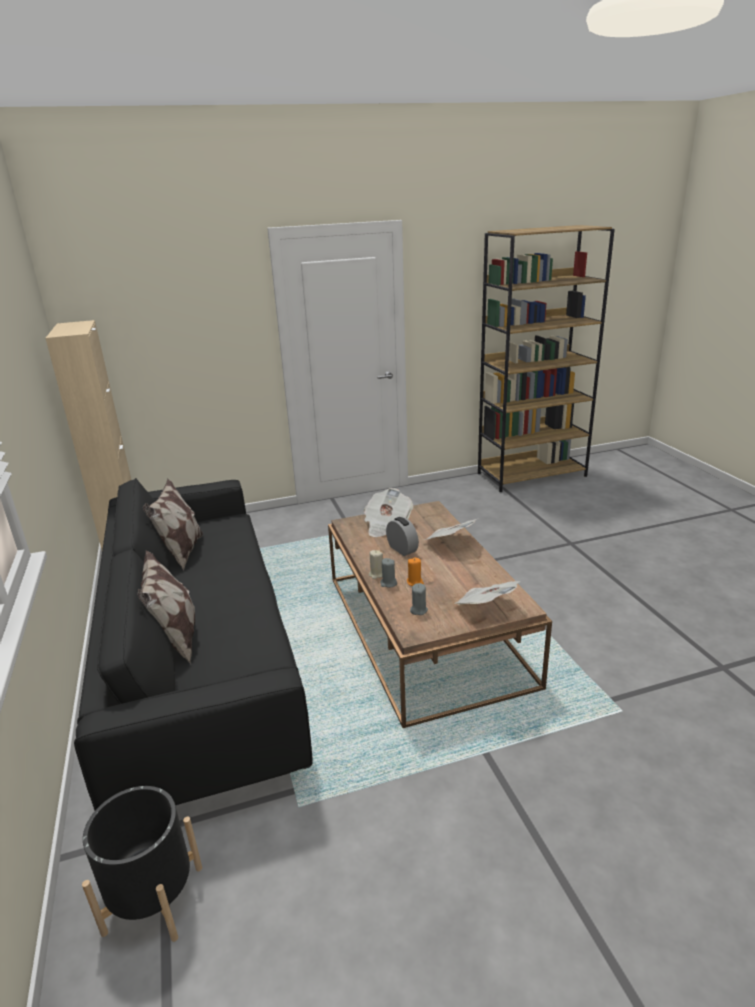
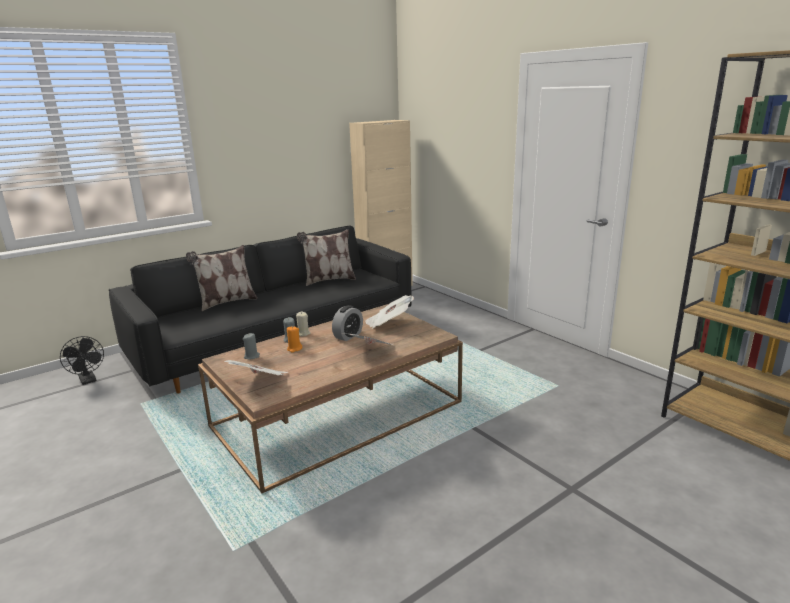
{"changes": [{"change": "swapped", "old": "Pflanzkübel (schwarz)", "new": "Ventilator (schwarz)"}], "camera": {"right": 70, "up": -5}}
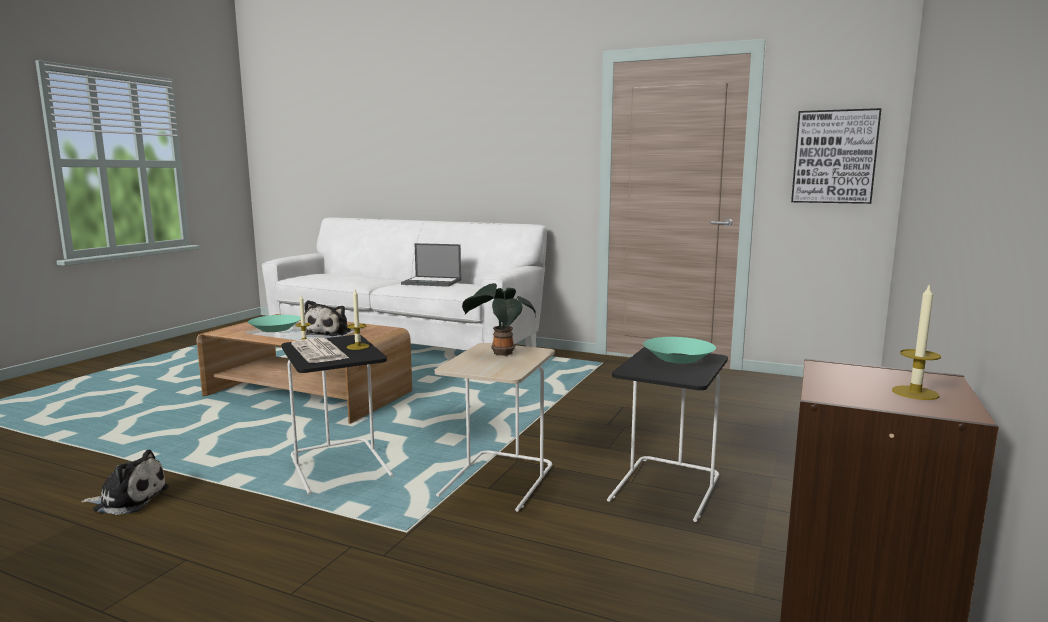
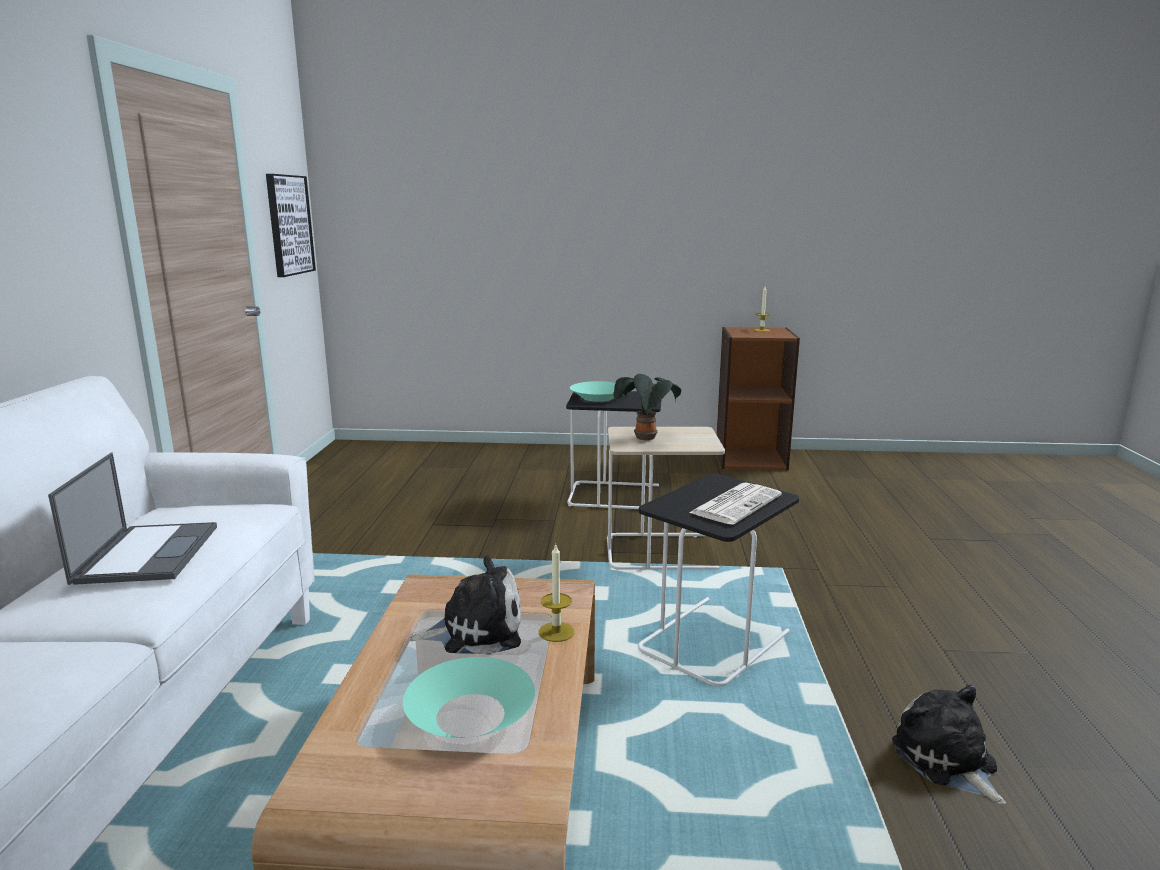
{"changes": [{"change": "gone", "old": "Kerze (no. 2 from left)"}], "camera": {"right": -110, "up": 5}}
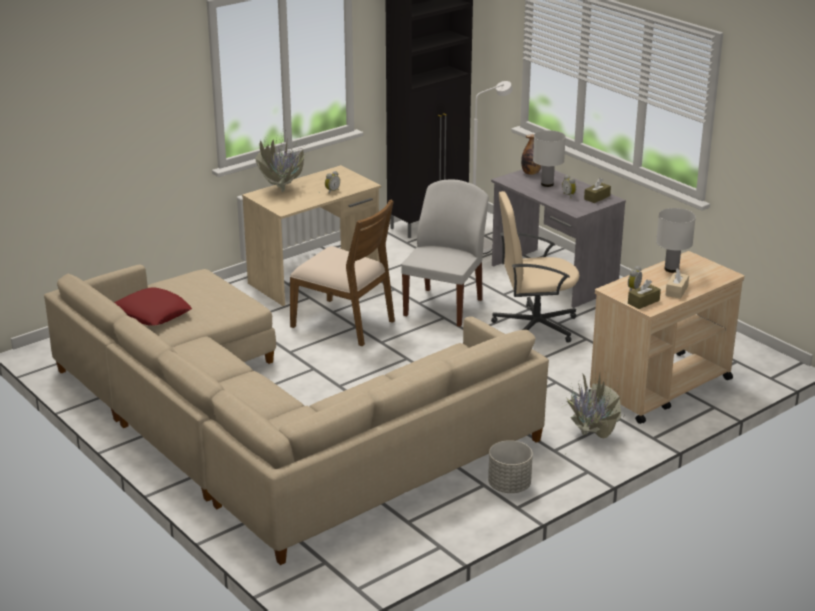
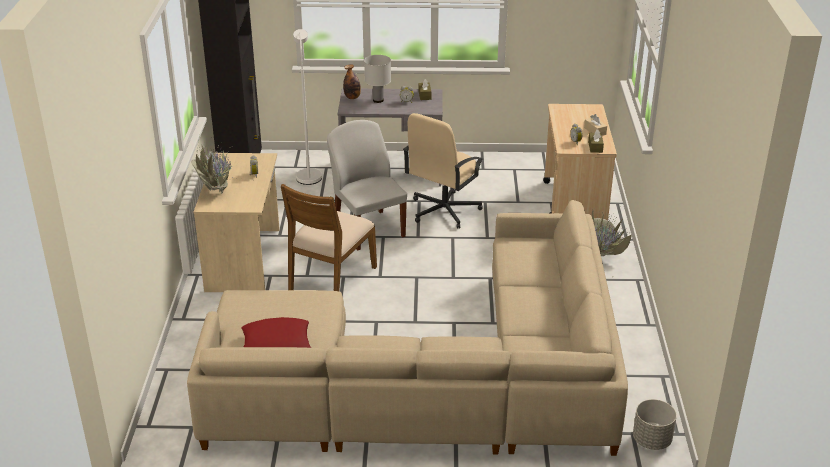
{"changes": [{"change": "rotated", "old": "Stuhl (braun)", "degrees": 135}, {"change": "shifted", "old": "Pflanzkübel (grau)"}, {"change": "gone", "old": "Tischlampe (weiß) (no. 2 from left)"}], "camera": {"right": -50, "up": 5}}
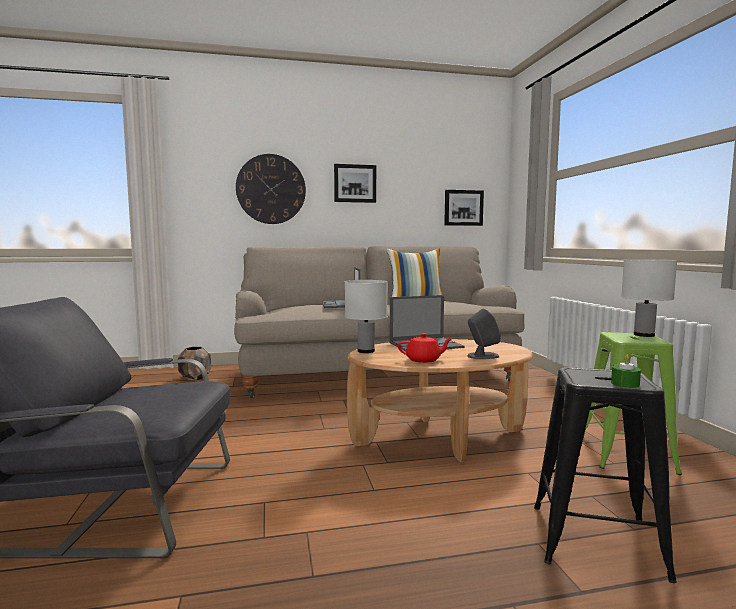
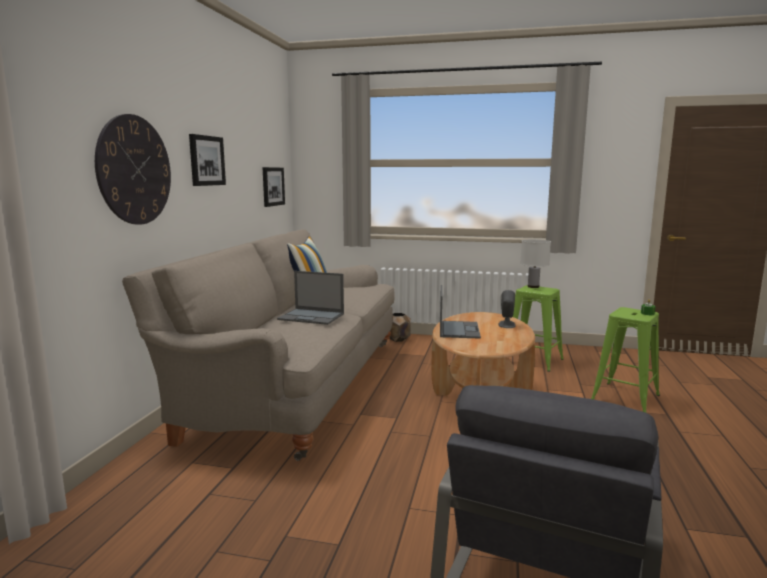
{"changes": [{"change": "shifted", "old": "Pflanzkübel (braun)"}, {"change": "repainted", "old": "Hocker (schwarz)", "new": "Hocker (grün) (no. 2 from left)"}, {"change": "gone", "old": "Tischlampe (weiß) (no. 1 from left)"}, {"change": "gone", "old": "Teekanne (rot)"}], "camera": {"right": -65, "up": 5}}
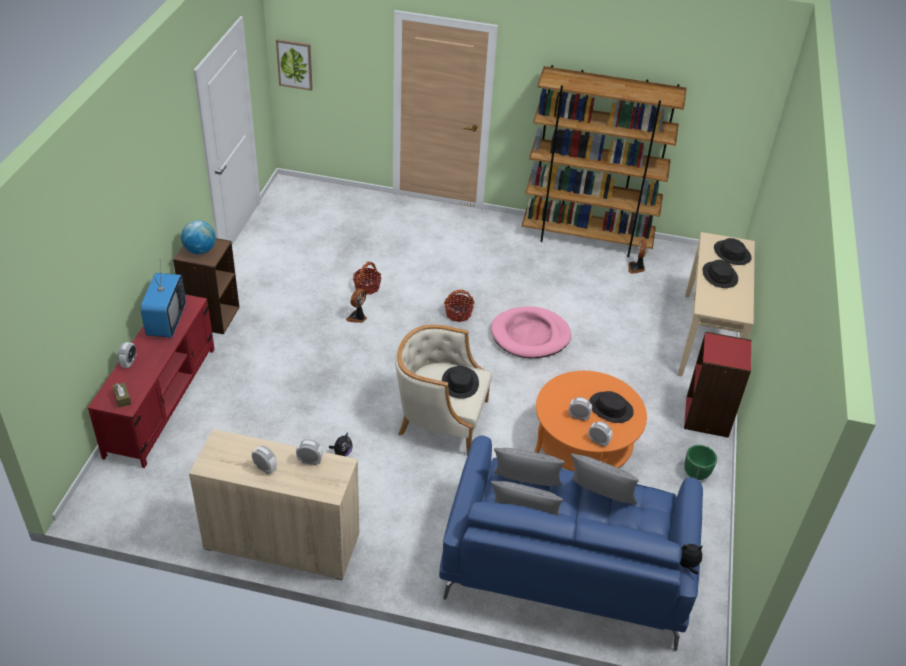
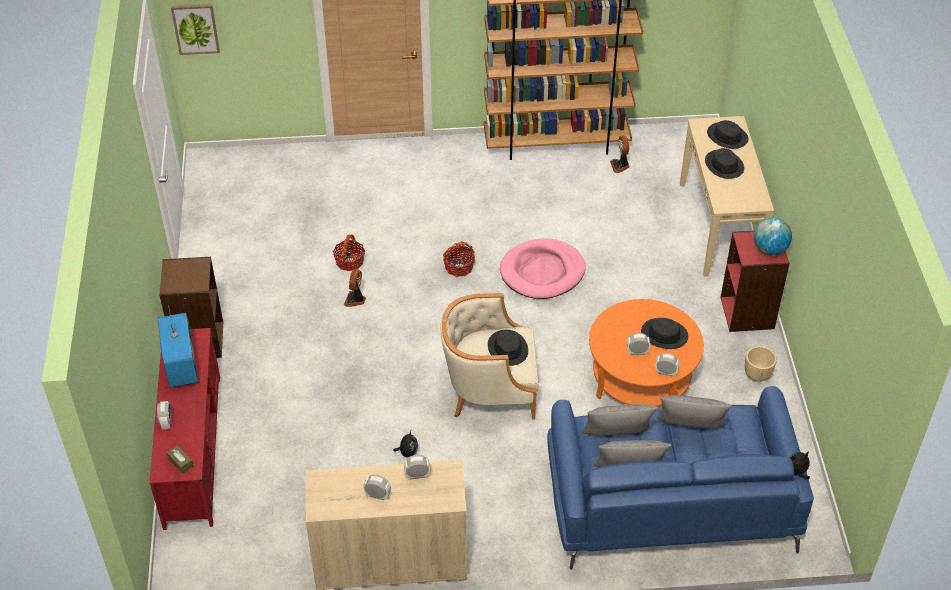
{"changes": [{"change": "repainted", "old": "Pflanzkübel (grün)", "new": "Pflanzkübel (beige)"}, {"change": "shifted", "old": "Globus"}], "camera": {"right": -15, "up": 5}}
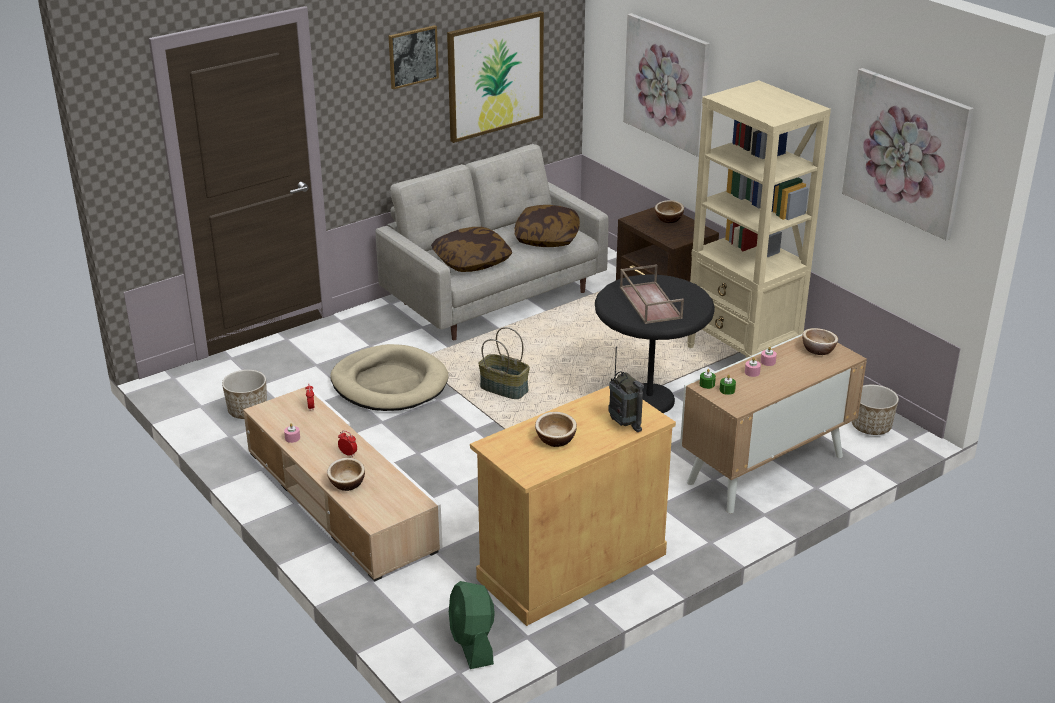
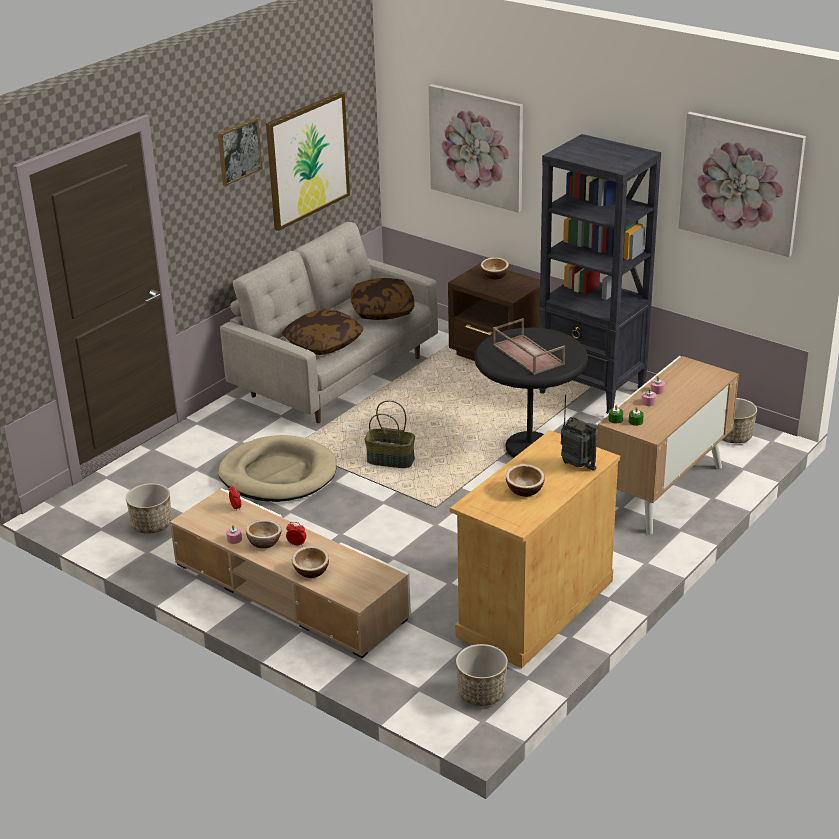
{"changes": [{"change": "shifted", "old": "Schüssel (no. 4 from left in the first image)", "new": "Schüssel (no. 1 from left)"}, {"change": "swapped", "old": "Ventilator (grün)", "new": "Pflanzkübel (no. 2 from left)"}, {"change": "repainted", "old": "Bücherregal (beige)", "new": "Bücherregal (schwarz)"}], "camera": {"right": -15, "up": 0}}
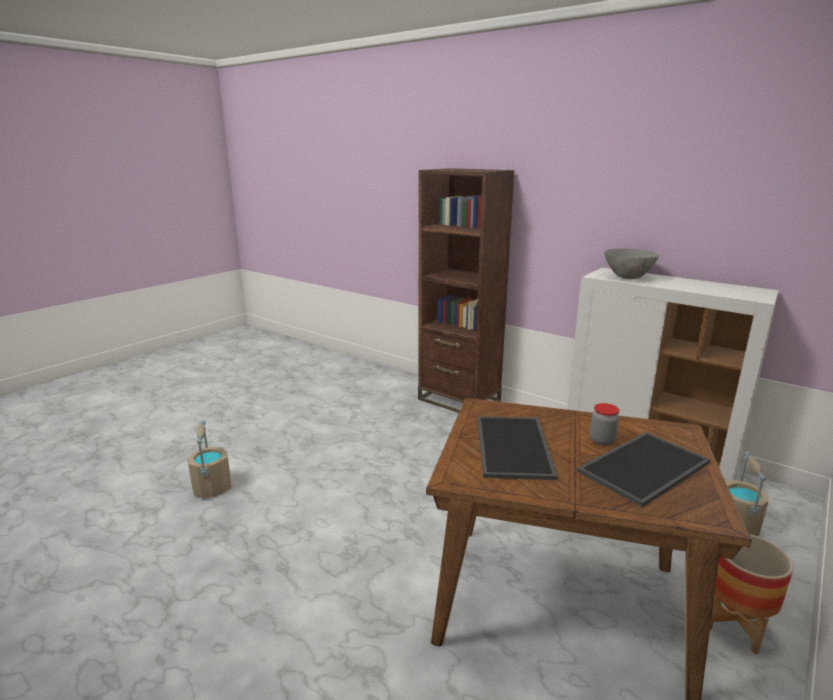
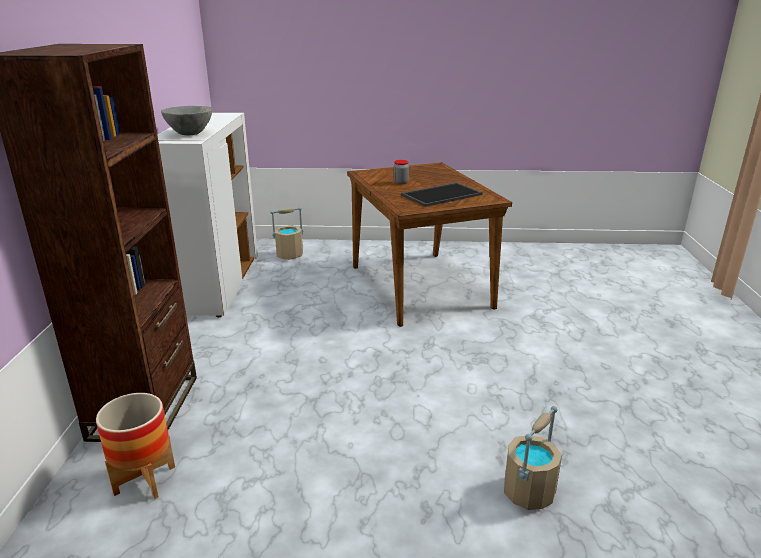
{"changes": [{"change": "shifted", "old": "Pflanzkübel"}, {"change": "gone", "old": "Tablett (no. 2 from left)"}], "camera": {"right": -125, "up": 5}}
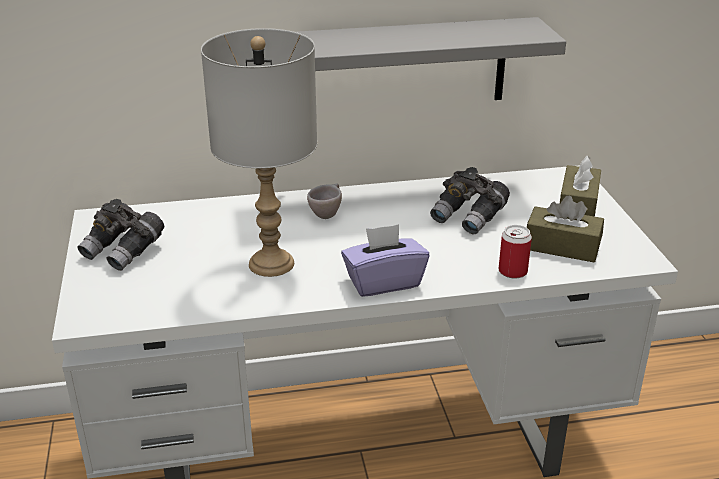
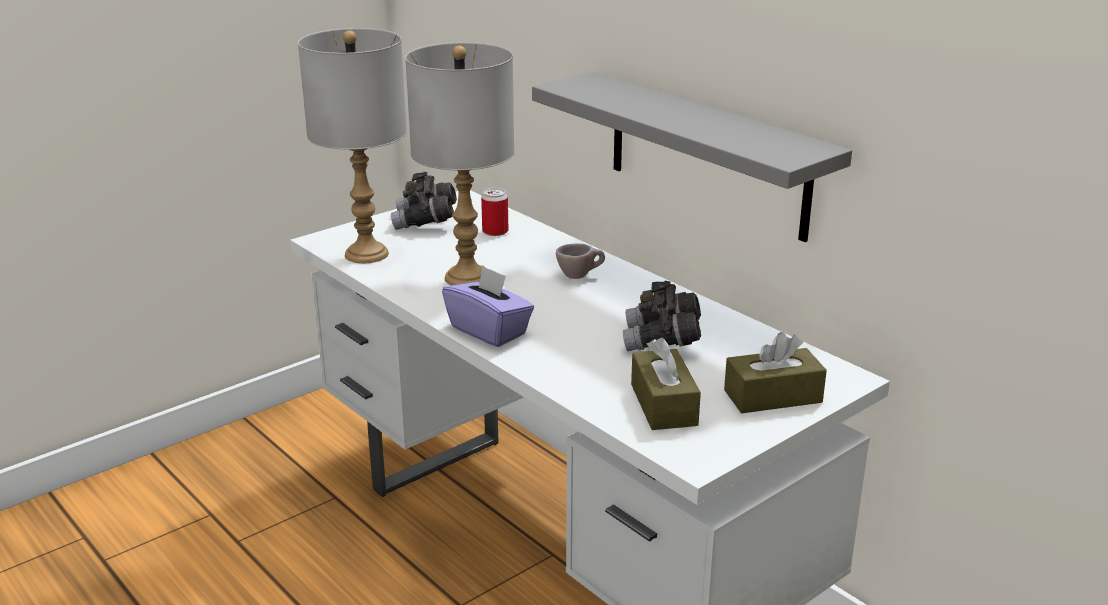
{"changes": [{"change": "new", "new": "Tischlampe (grau) (no. 1 from left)"}, {"change": "shifted", "old": "Dose"}], "camera": {"right": 60, "up": -5}}
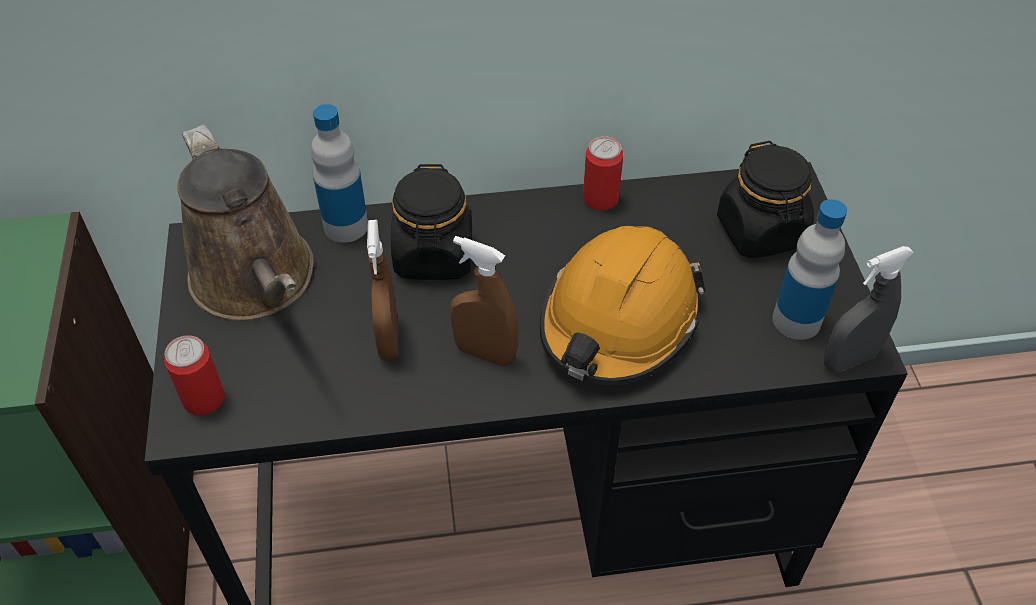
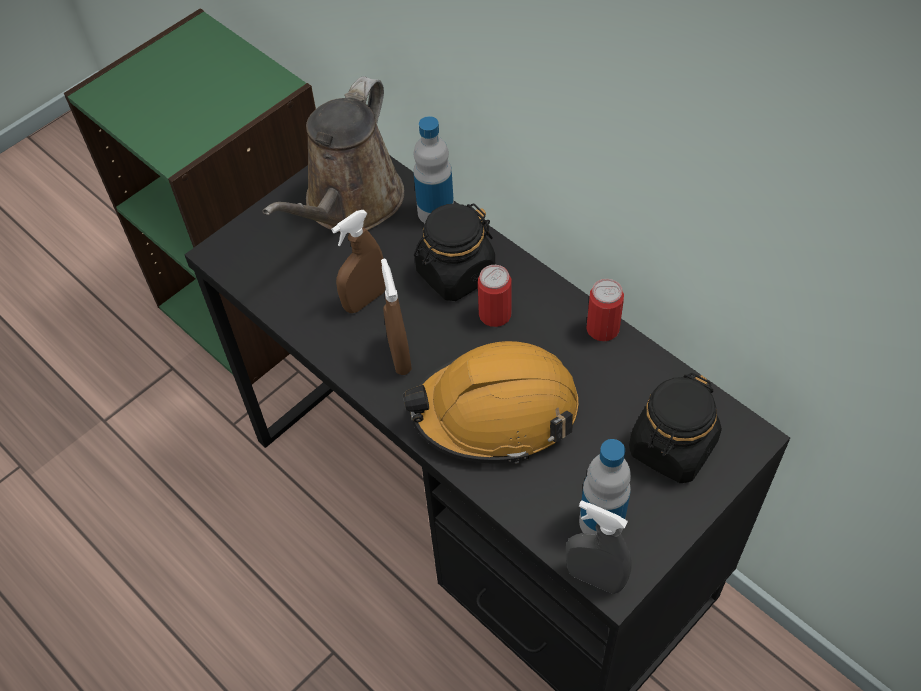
{"changes": [{"change": "shifted", "old": "Dose (no. 1 from left)"}], "camera": {"right": 55, "up": 5}}
